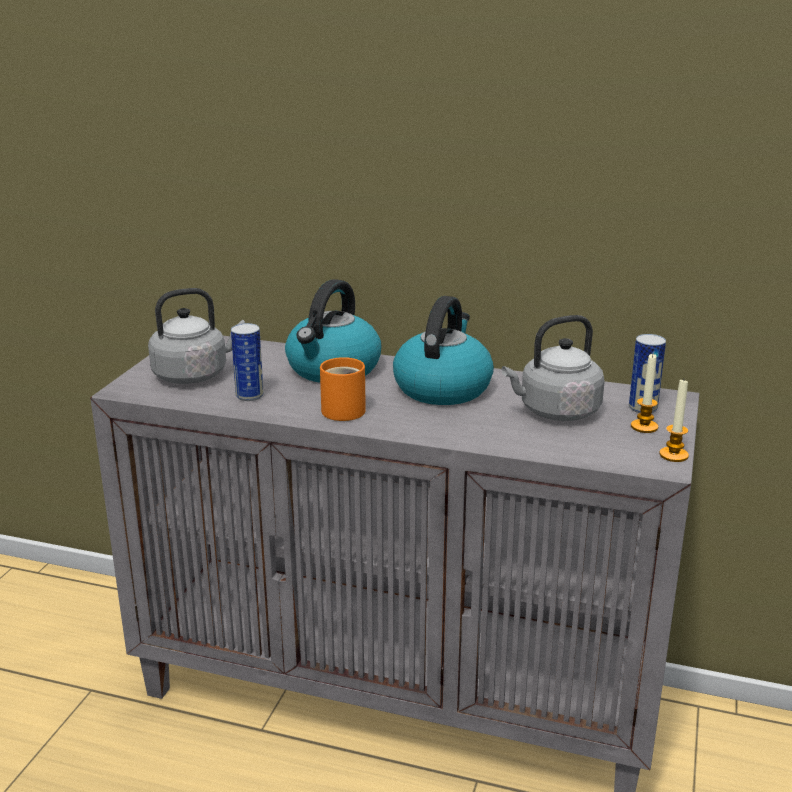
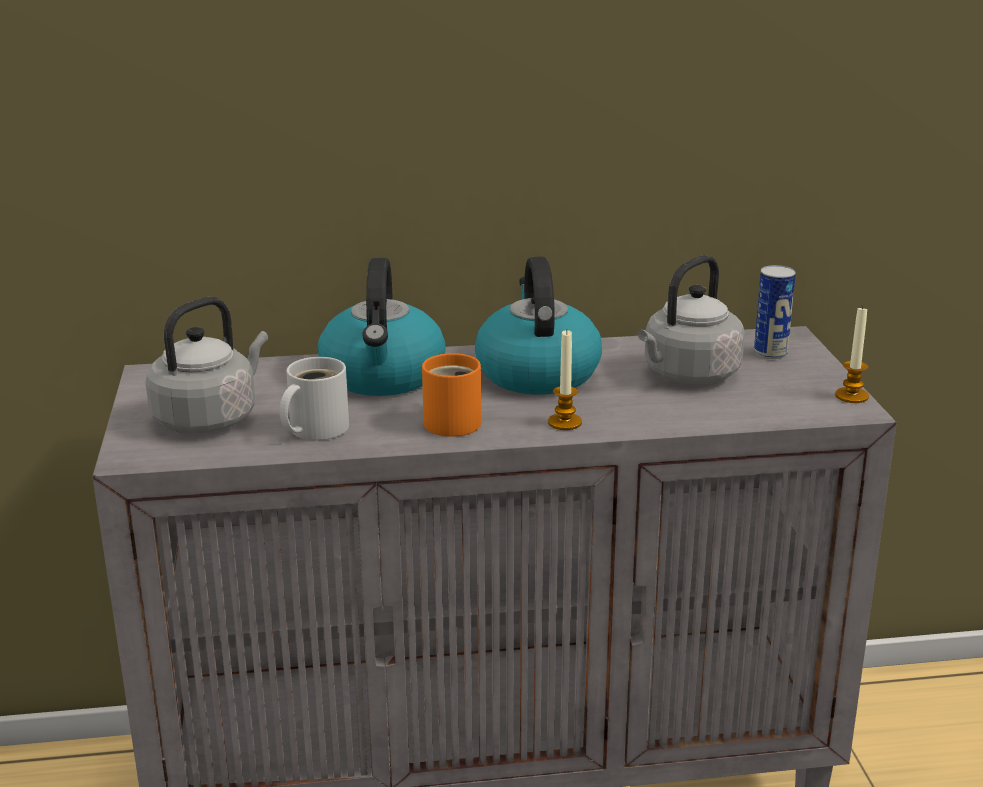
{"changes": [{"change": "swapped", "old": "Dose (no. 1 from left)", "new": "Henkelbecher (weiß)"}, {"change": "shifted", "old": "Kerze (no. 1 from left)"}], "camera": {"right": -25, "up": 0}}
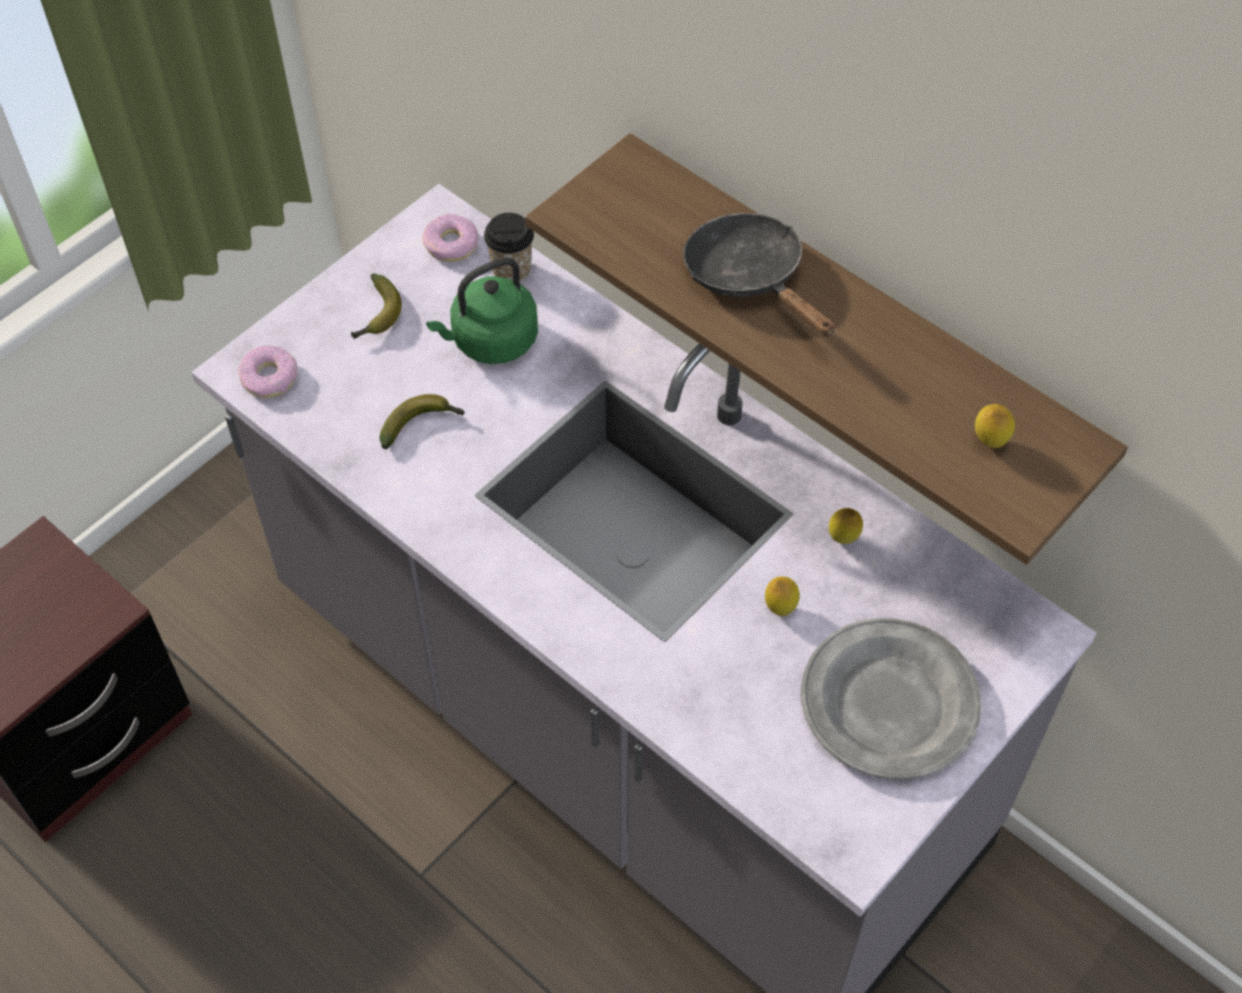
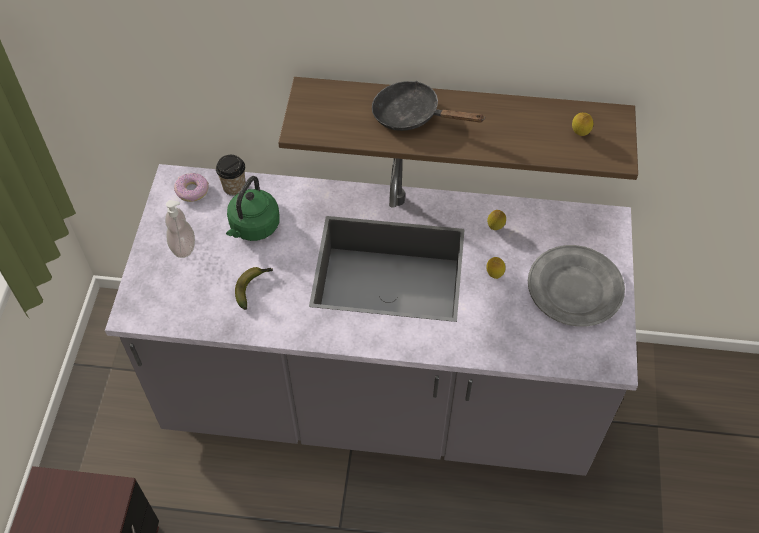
{"changes": [{"change": "swapped", "old": "Banane (no. 1 from left)", "new": "Seifenspender"}, {"change": "gone", "old": "Donut (no. 1 from left)"}], "camera": {"right": -35, "up": 0}}
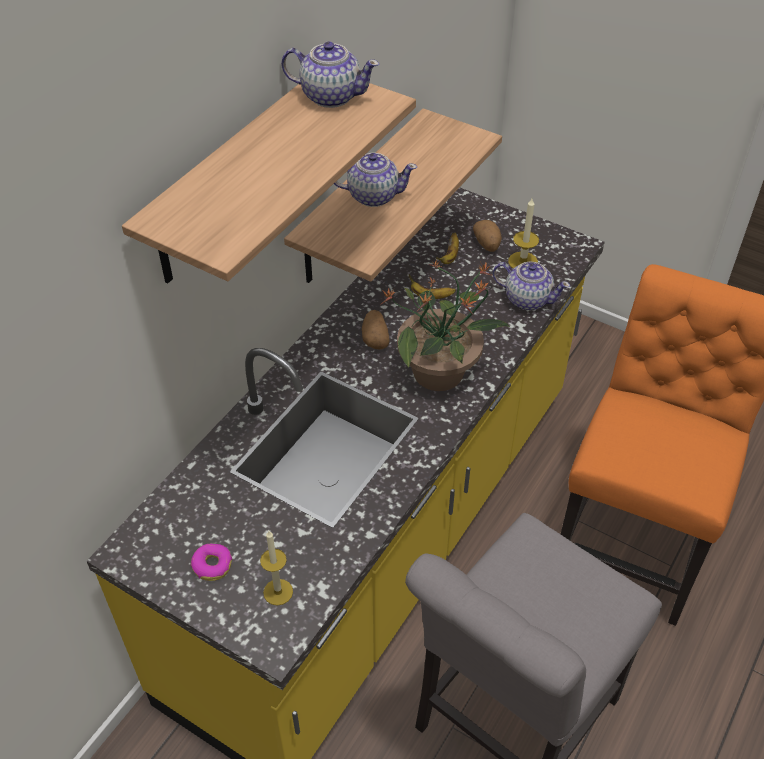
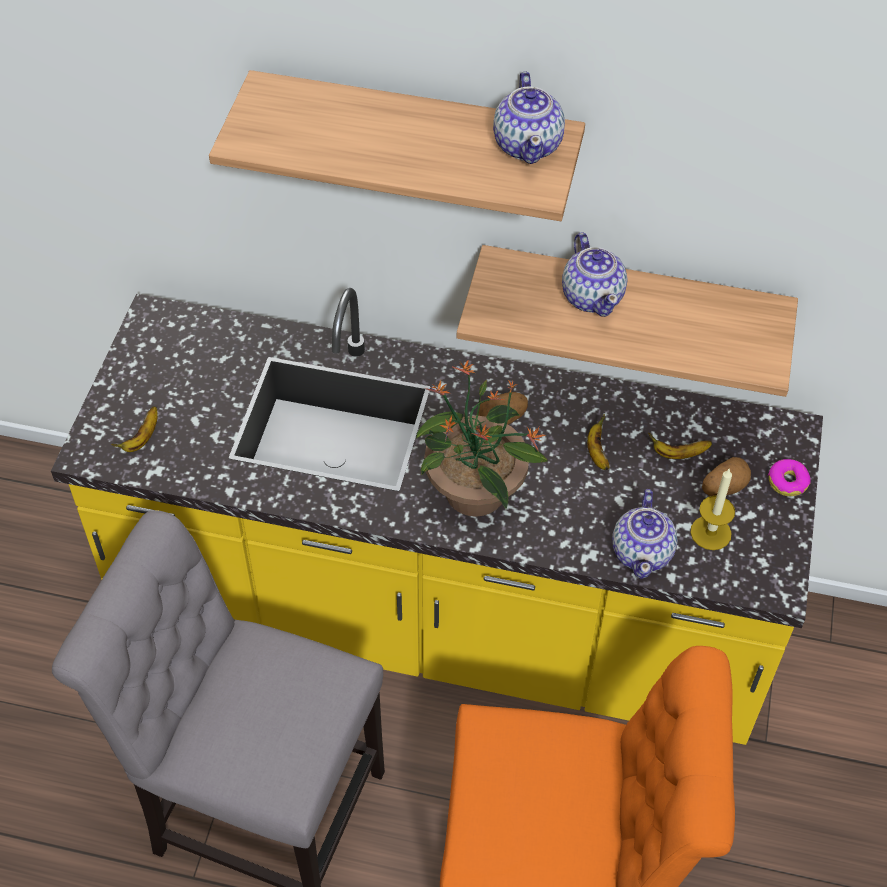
{"changes": [{"change": "swapped", "old": "Kerze (no. 1 from left)", "new": "Banane (no. 1 from left)"}, {"change": "shifted", "old": "Donut"}], "camera": {"right": 70, "up": 5}}
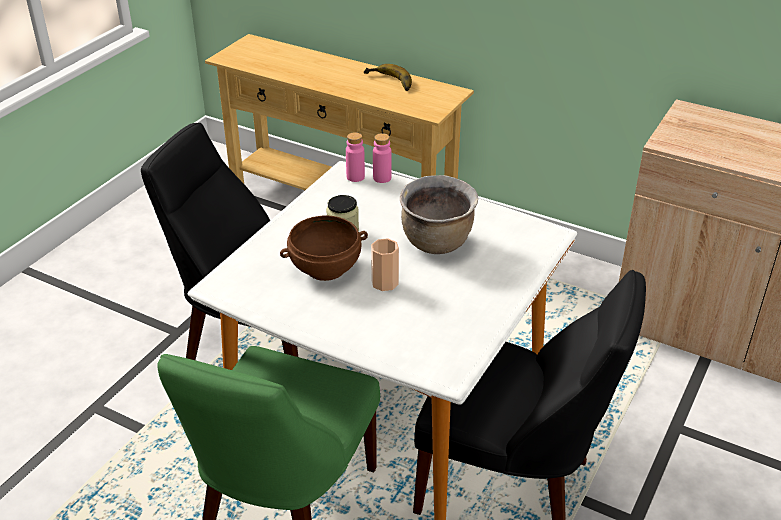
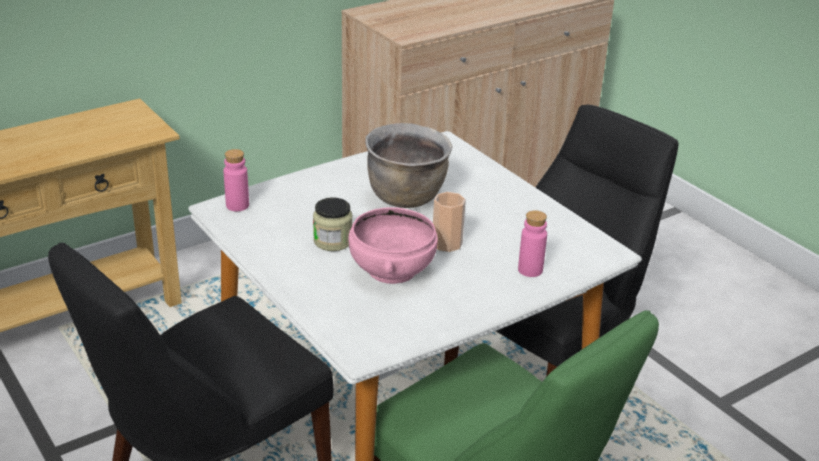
{"changes": [{"change": "repainted", "old": "Schüssel (braun)", "new": "Schüssel (rosa)"}, {"change": "shifted", "old": "Flasche (rosa) (no. 2 from left)"}, {"change": "gone", "old": "Banane"}], "camera": {"right": -65, "up": -5}}
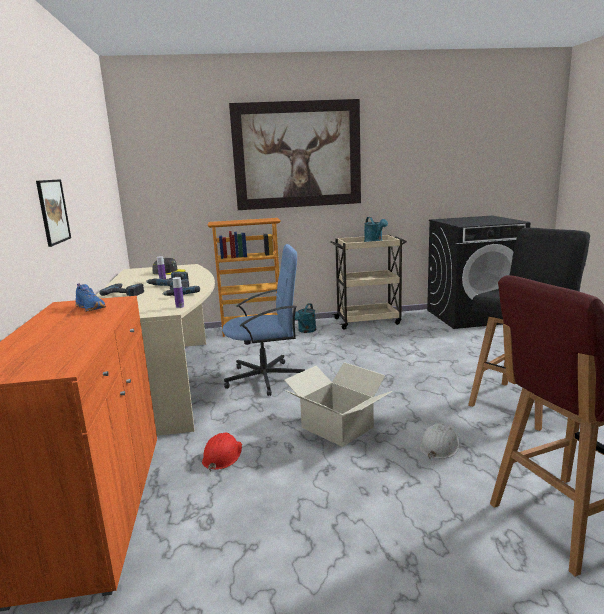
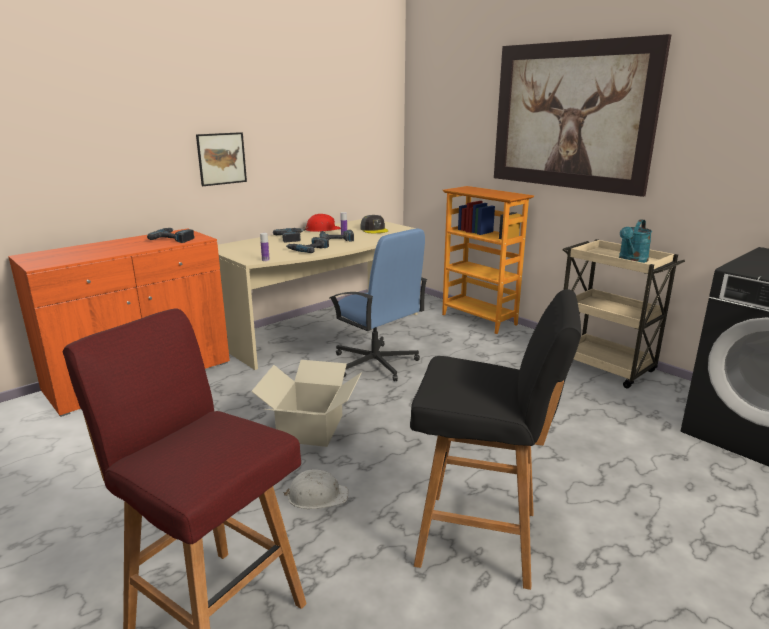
{"changes": [{"change": "swapped", "old": "Schuh (blau)", "new": "Bohrmaschine (no. 1 from left)"}, {"change": "shifted", "old": "Schutzhelm (rot)"}, {"change": "gone", "old": "Gießkanne (türkis) (no. 1 from left)"}], "camera": {"right": 55, "up": 5}}
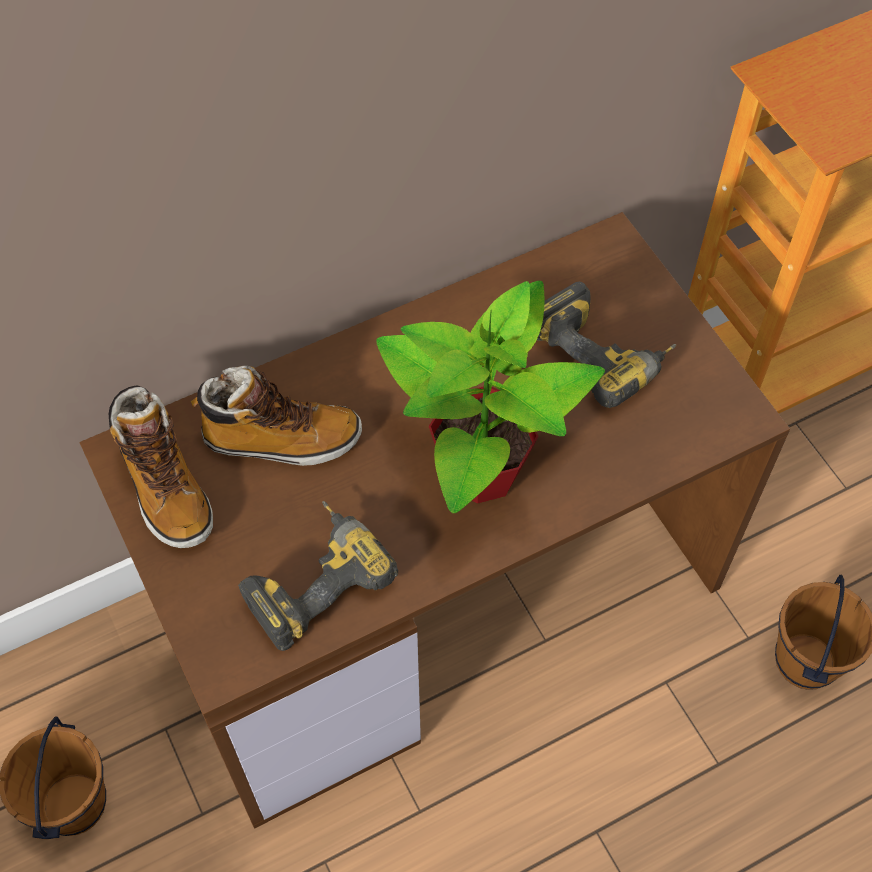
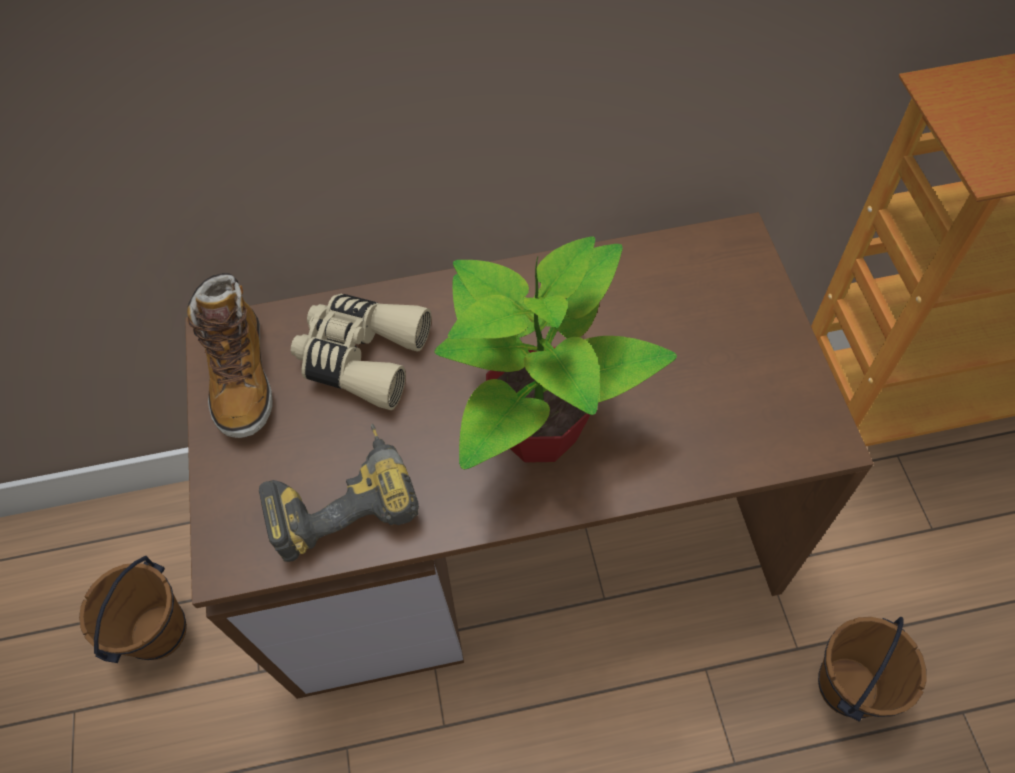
{"changes": [{"change": "swapped", "old": "Stiefel (no. 2 from left)", "new": "Fernglas (beige)"}, {"change": "gone", "old": "Bohrmaschine (no. 2 from left)"}], "camera": {"right": 20, "up": 0}}
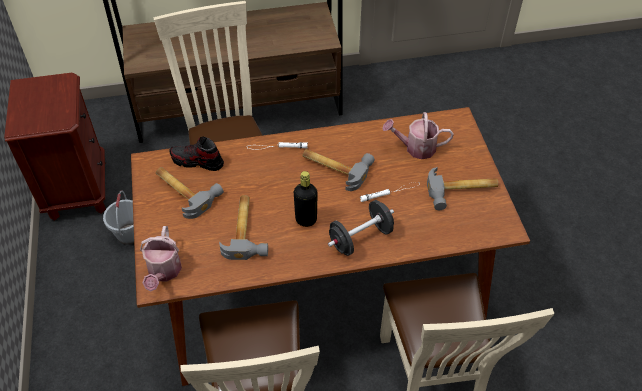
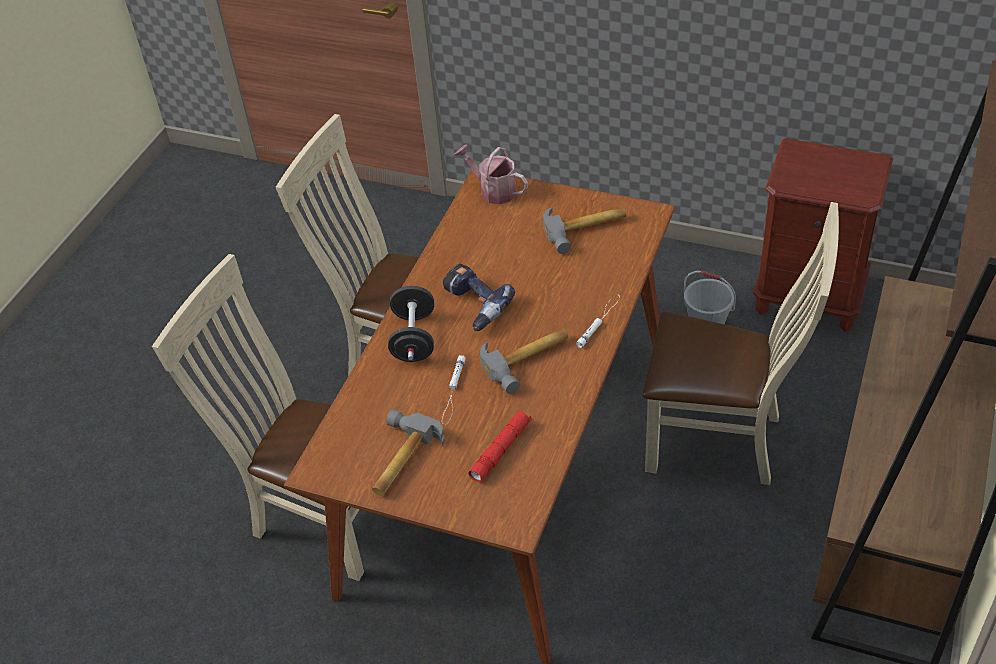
{"changes": [{"change": "swapped", "old": "Flasche (schwarz)", "new": "Bohrmaschine"}, {"change": "swapped", "old": "Gießkanne (no. 2 from left)", "new": "Taschenlampe (rot)"}, {"change": "gone", "old": "Schuh"}, {"change": "gone", "old": "Hammer (no. 2 from left)"}], "camera": {"right": 125, "up": -5}}
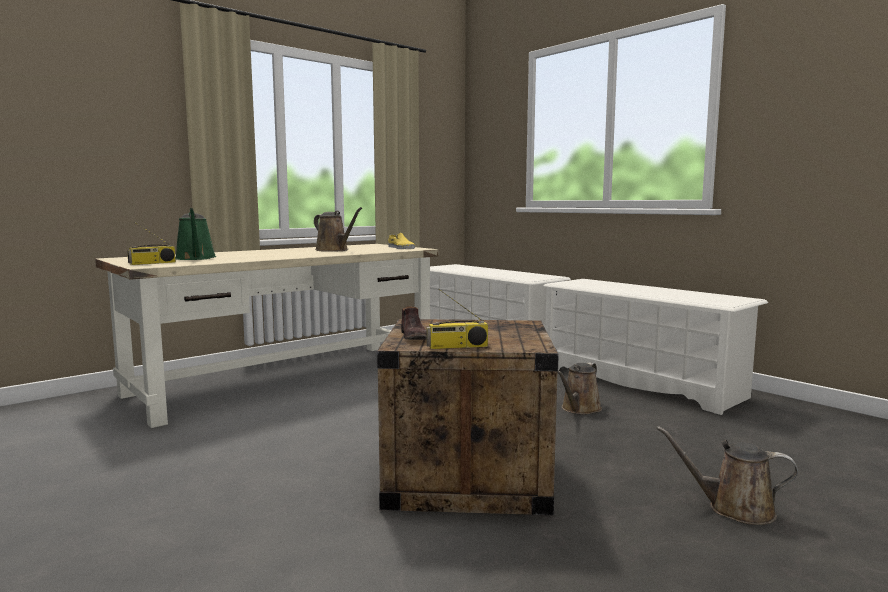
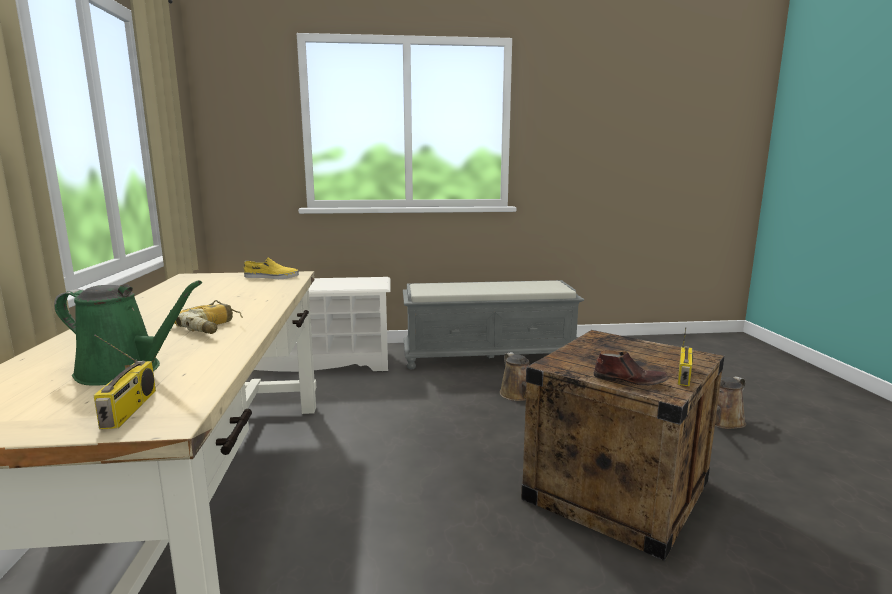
{"changes": [{"change": "new", "new": "Bohrmaschine"}, {"change": "swapped", "old": "Schuhregal (weiß) (no. 2 from left)", "new": "Bank (grau)"}, {"change": "gone", "old": "Gießkanne (braun) (no. 1 from left)"}], "camera": {"right": -55, "up": 5}}
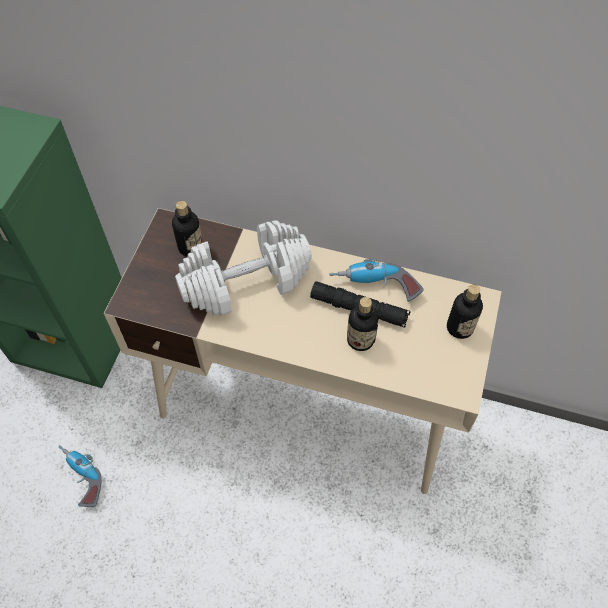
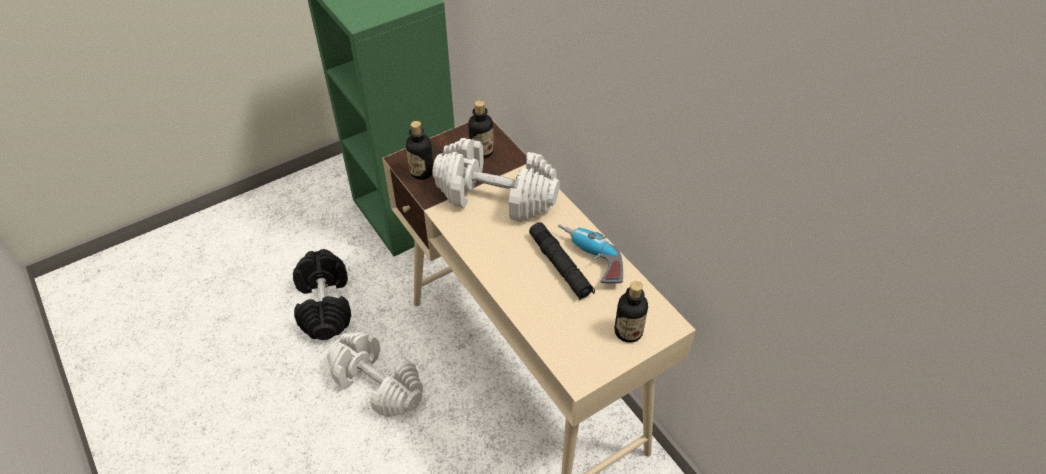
{"changes": [{"change": "swapped", "old": "Bohrmaschine (no. 1 from left)", "new": "Hantel (schwarz)"}, {"change": "new", "new": "Hantel (weiß) (no. 1 from left)"}, {"change": "shifted", "old": "Flasche (no. 2 from left in the first image)", "new": "Flasche (no. 1 from left)"}], "camera": {"right": 40, "up": -10}}
